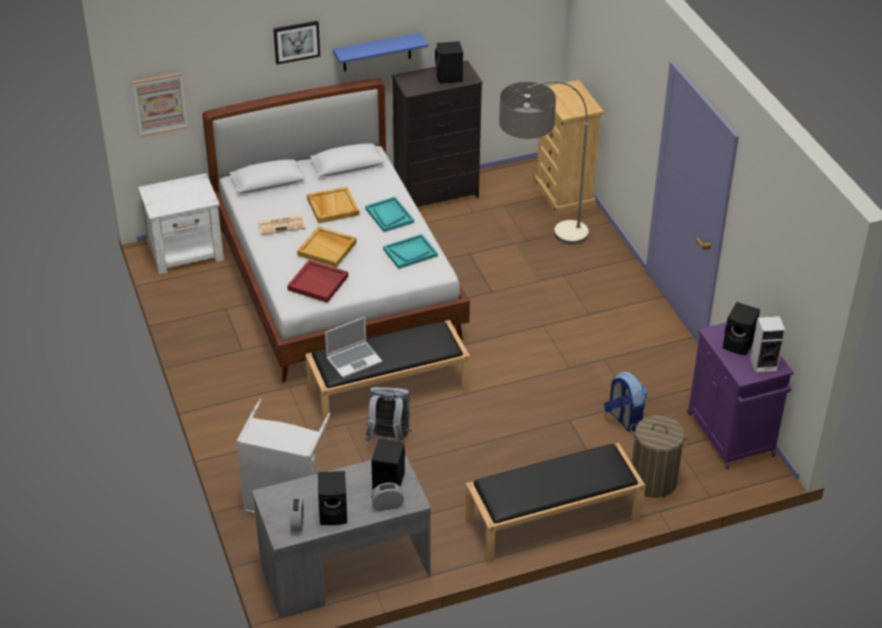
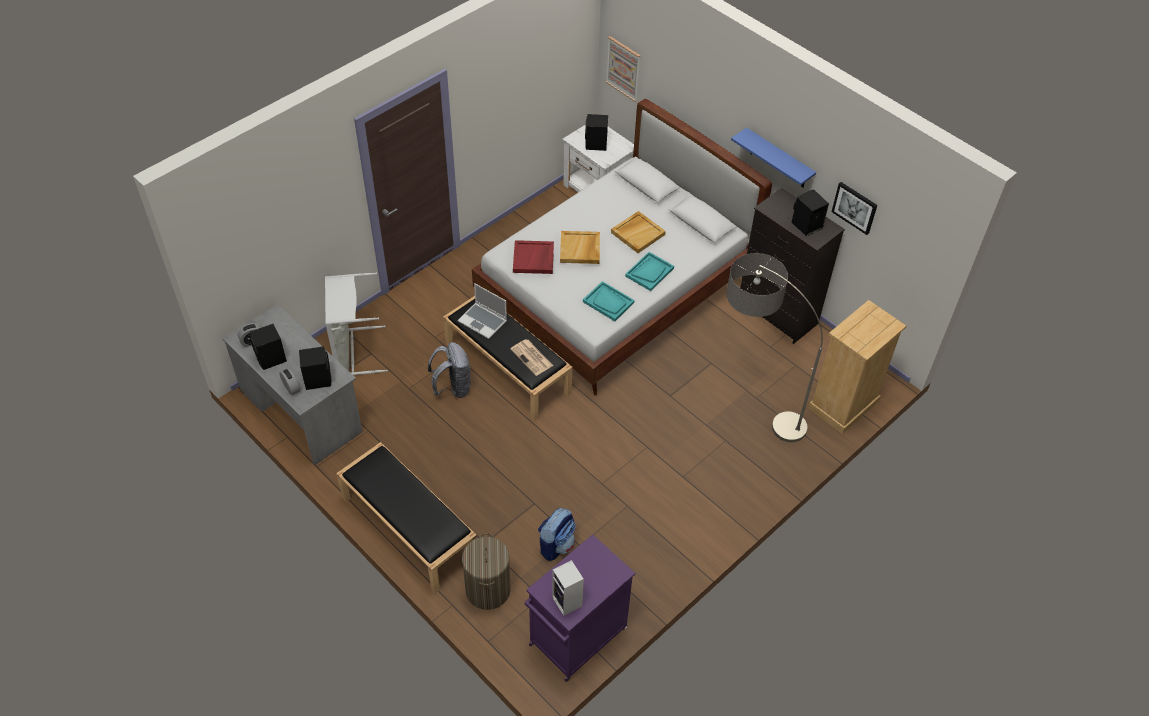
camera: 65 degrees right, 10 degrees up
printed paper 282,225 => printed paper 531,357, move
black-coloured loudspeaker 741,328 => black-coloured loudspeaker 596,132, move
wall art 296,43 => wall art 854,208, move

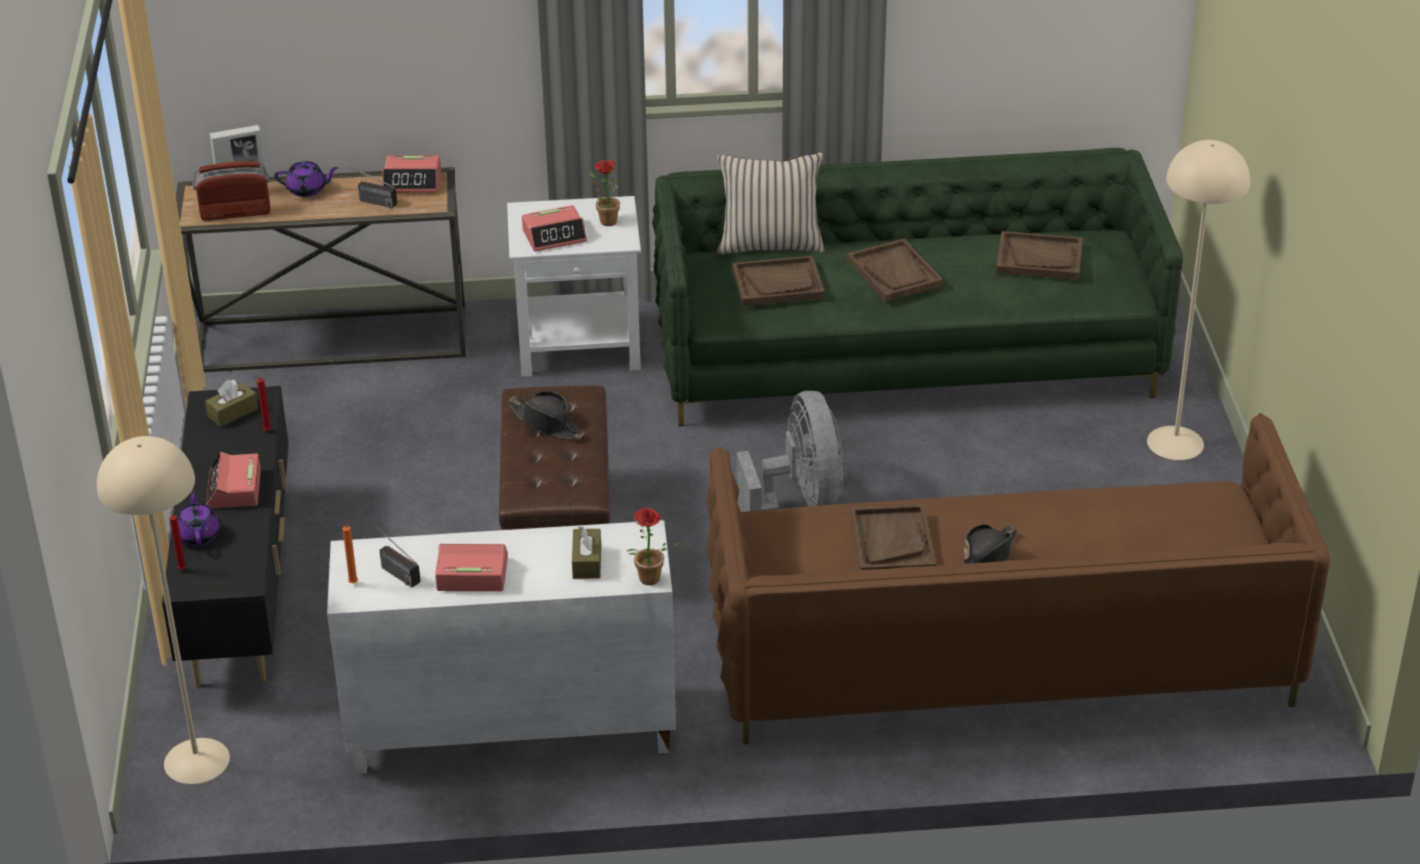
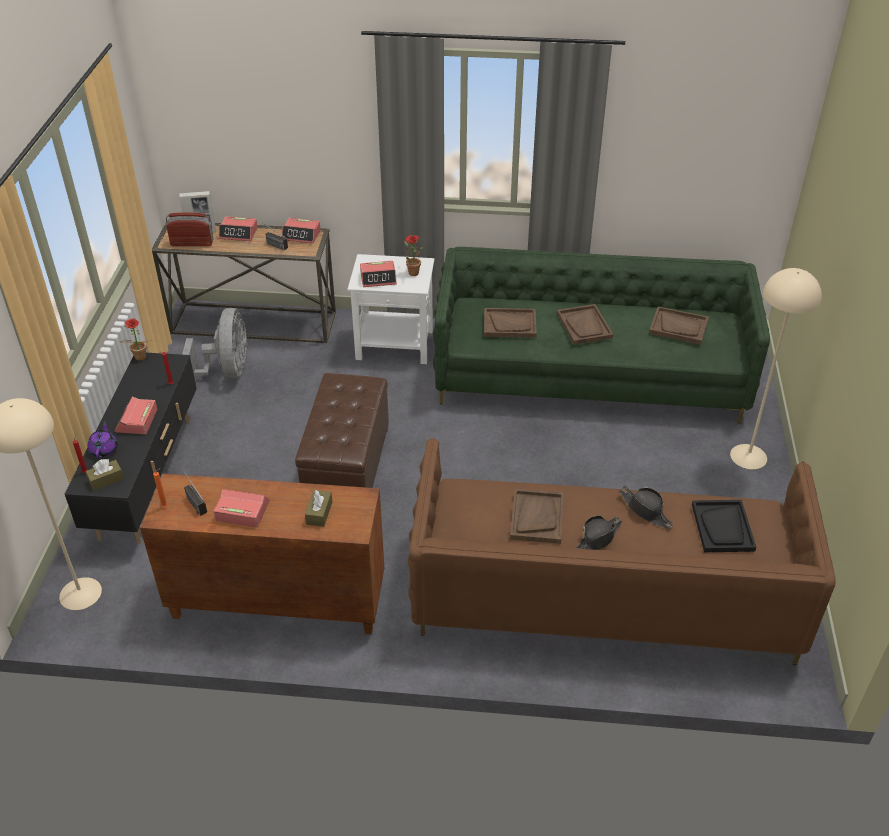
camera: 10 degrees right, 5 degrees up
brown-coloured tissue box 231,403 => brown-coloured tissue box 104,475, move
houseplant 653,546 => houseplant 136,340, move
whitish cabinet 501,647 => brown-coloured cabinet 262,553
greyish cooling fan 790,451 => greyish cooling fan 215,344, move
purplish tea pot 306,179 => alarm clock 238,228
black-coloured clothing hat 546,415 => black-coloured clothing hat 646,507, move
nothing => black-coloured tray 724,526
sand-coloured throw pillow 771,203 => nothing

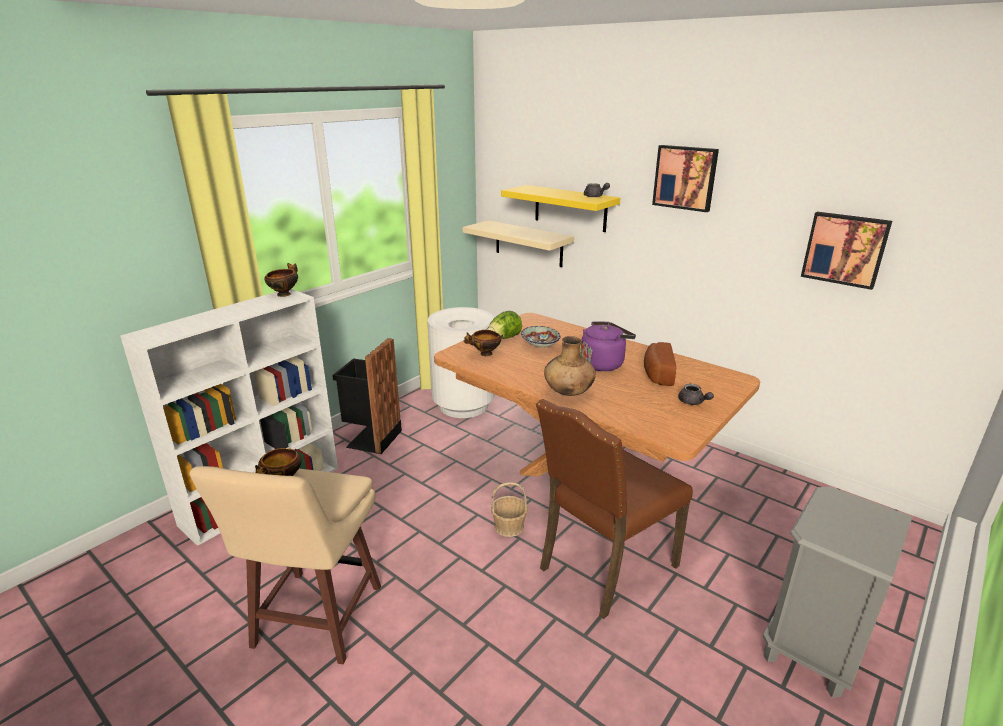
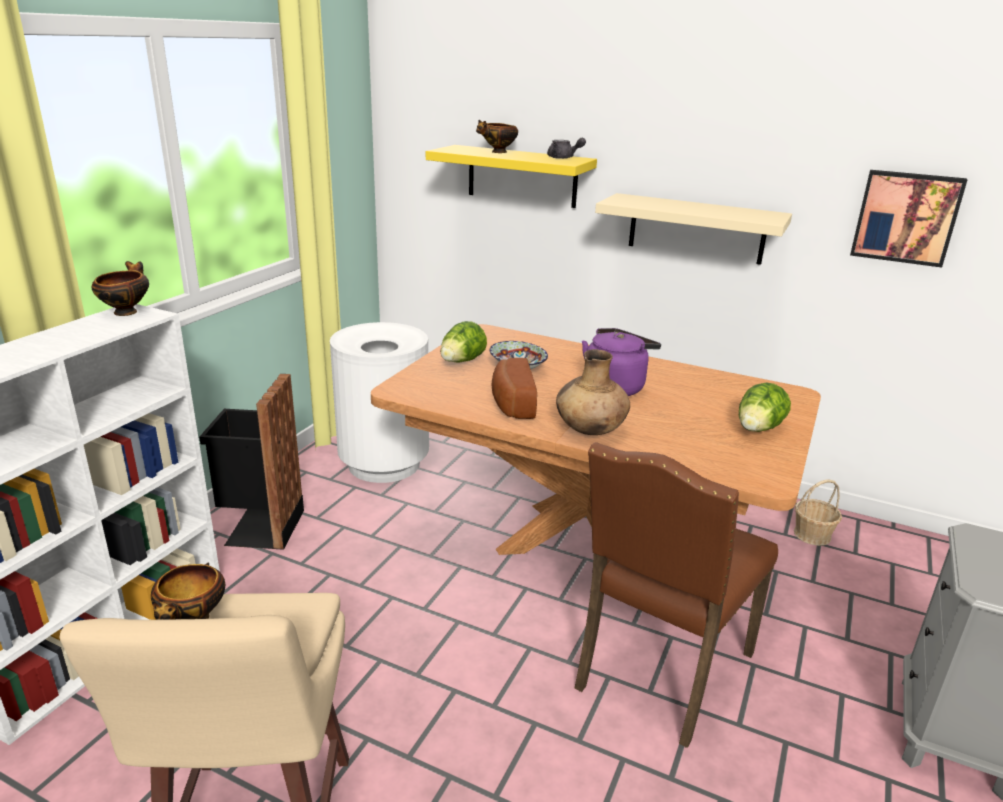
camera: 15 degrees left, 0 degrees up
deep dish 483,343 => deep dish 497,136, move
bread 660,364 => bread 514,388, move
sand-coloured bracket shelf 518,243 => sand-coloured bracket shelf 693,229, move
greyish tea pot 696,394 => lettuce head 765,407
household basket 509,509 => household basket 818,512, move
wall art 685,178 => nothing

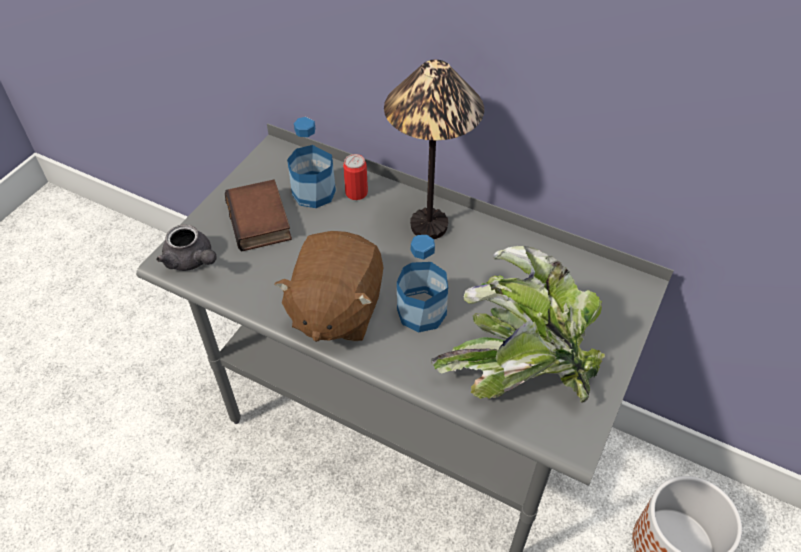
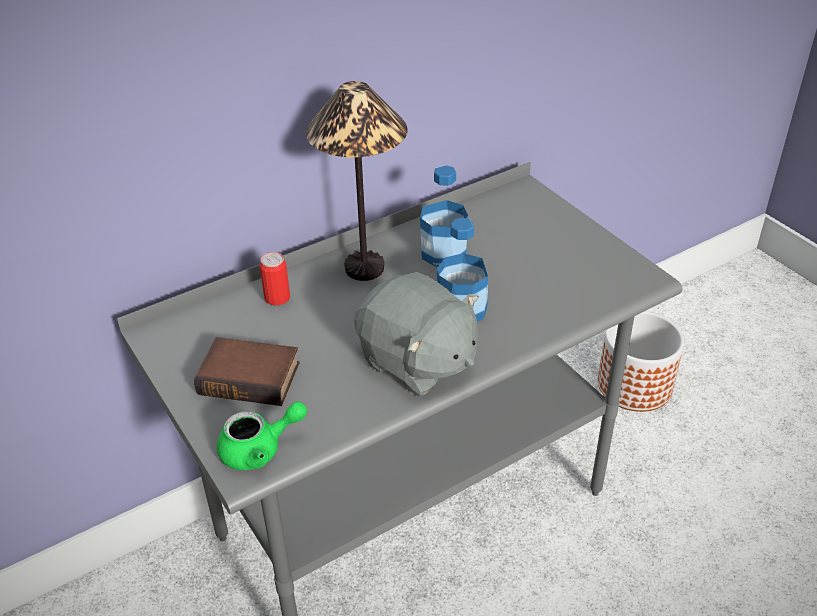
camera: 60 degrees left, 10 degrees down
greyish tea pot 186,247 => green-coloured tea pot 262,436
brown-coloured cuddly toy 328,286 => greyish cuddly toy 416,334
beverage bottle 311,162 => beverage bottle 444,216, move
houseplant 518,324 => nothing

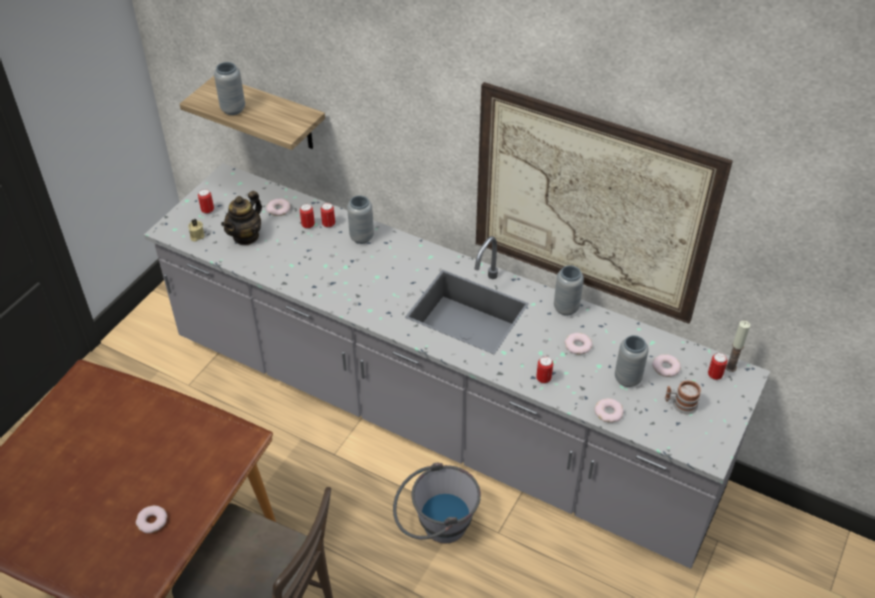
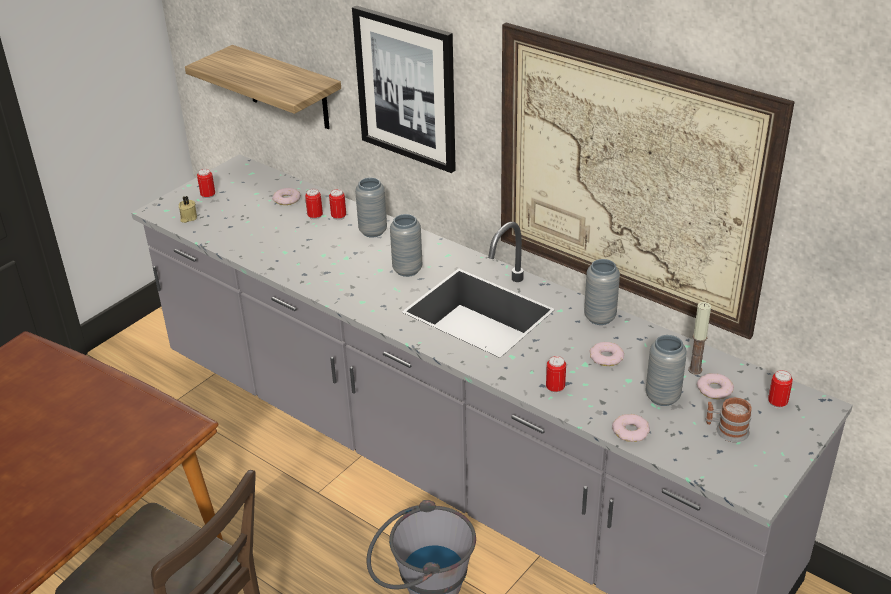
camera: 10 degrees right, 10 degrees down
nothing => wall art 404,89
greyish flower vase 229,88 => greyish flower vase 406,245, move
wax light 738,346 => wax light 699,338, move
doughnut 151,519 => nothing
tea pot 241,218 => nothing

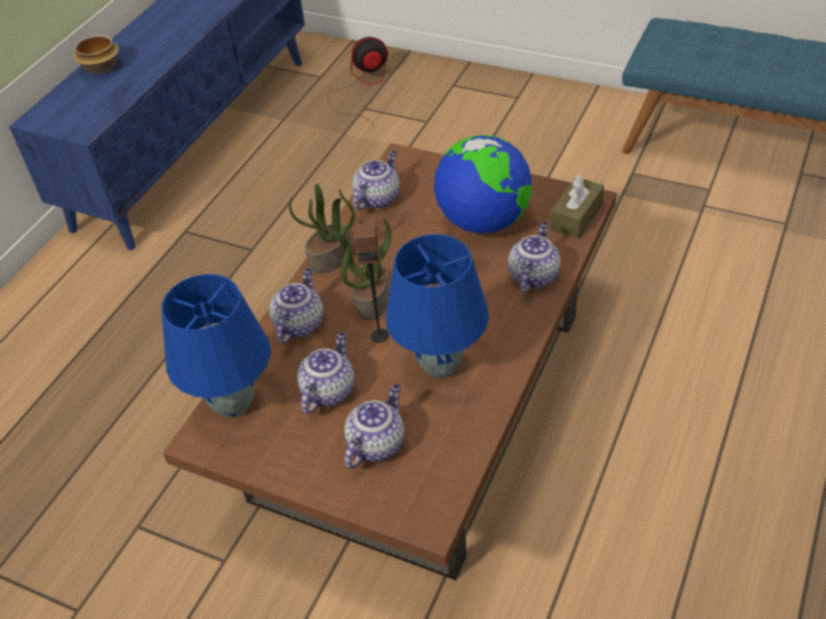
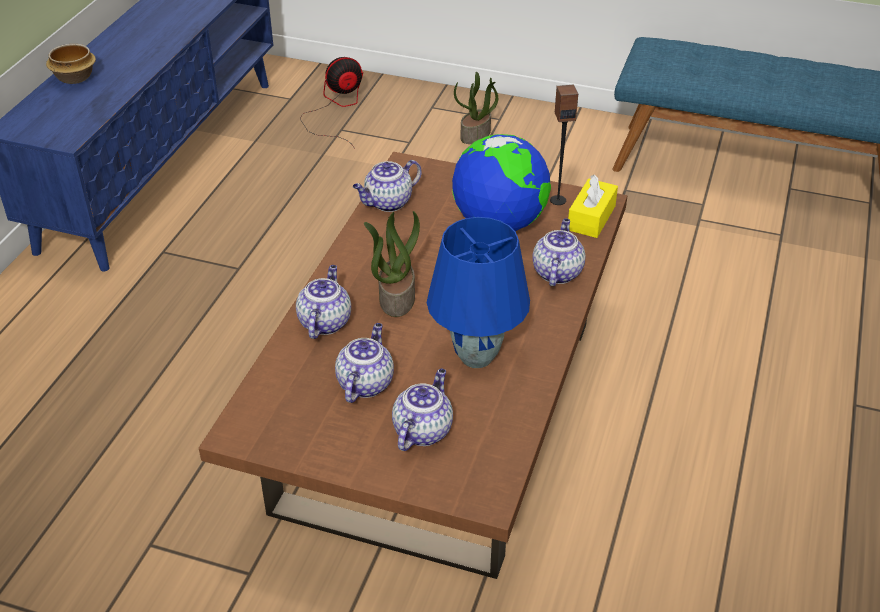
camera: 10 degrees left, 5 degrees down
tea pot 376,180 => tea pot 387,186, 150 degrees counterclockwise
houseplant 322,228 => houseplant 476,108, move
loudspeaker 372,282 => loudspeaker 564,145, move
brown-coloured tissue box 577,207 => yellow-coloured tissue box 593,206
blue table lamp 216,346 => nothing

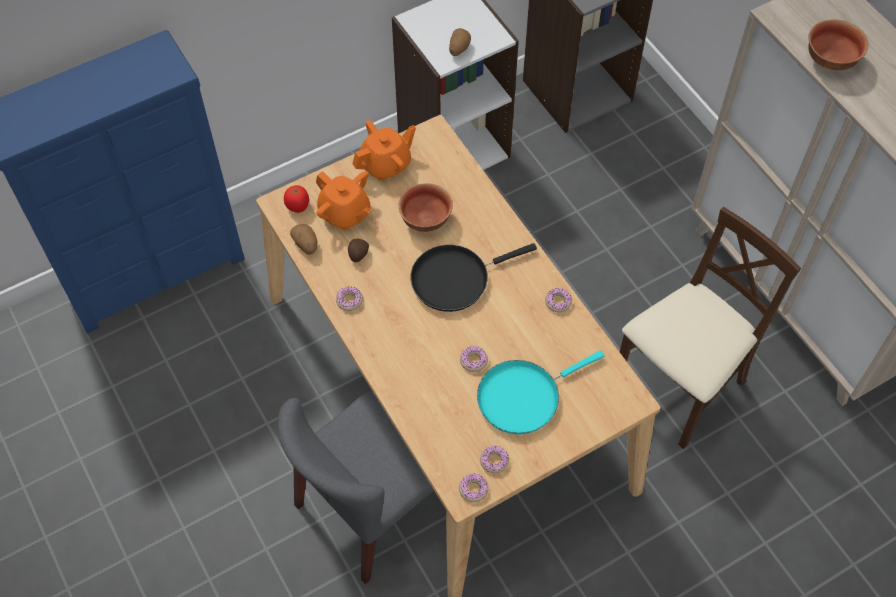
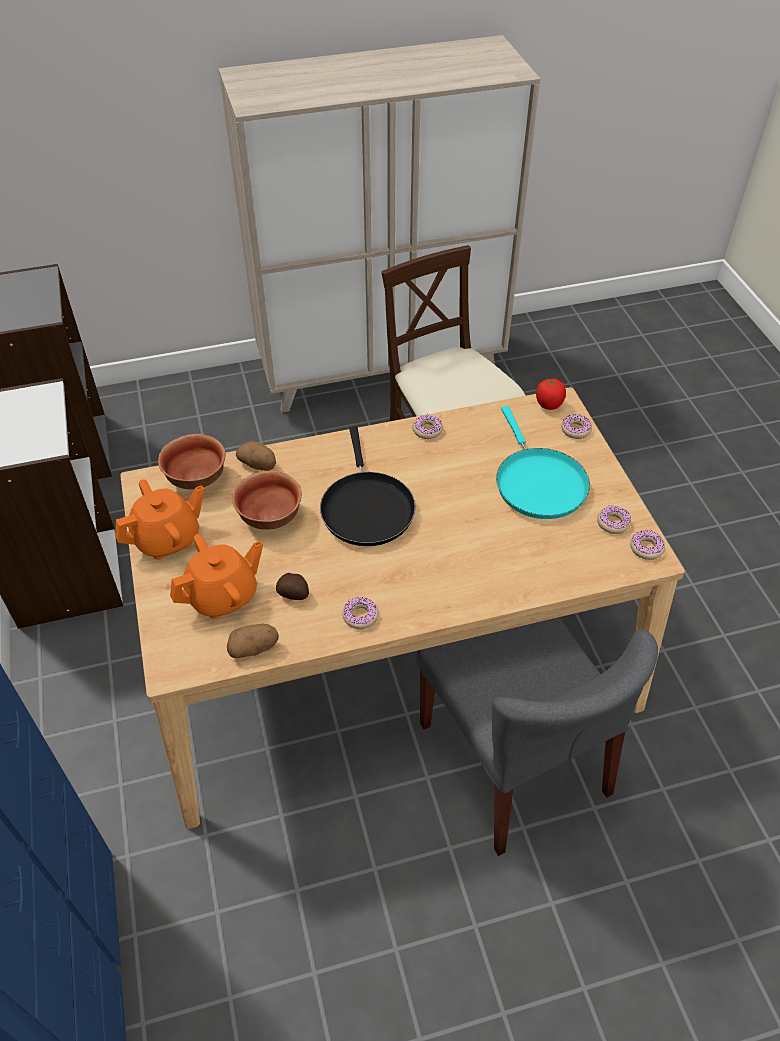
camera: 75 degrees left, 10 degrees down
orange-coloured tea pot 384,150 => orange-coloured tea pot 159,519, 75 degrees clockwise
deep dish 838,45 => deep dish 191,462, move
potato 460,42 => potato 256,456, move
tomato 296,199 => tomato 551,394, move
doughnut 474,359 => doughnut 576,426, move

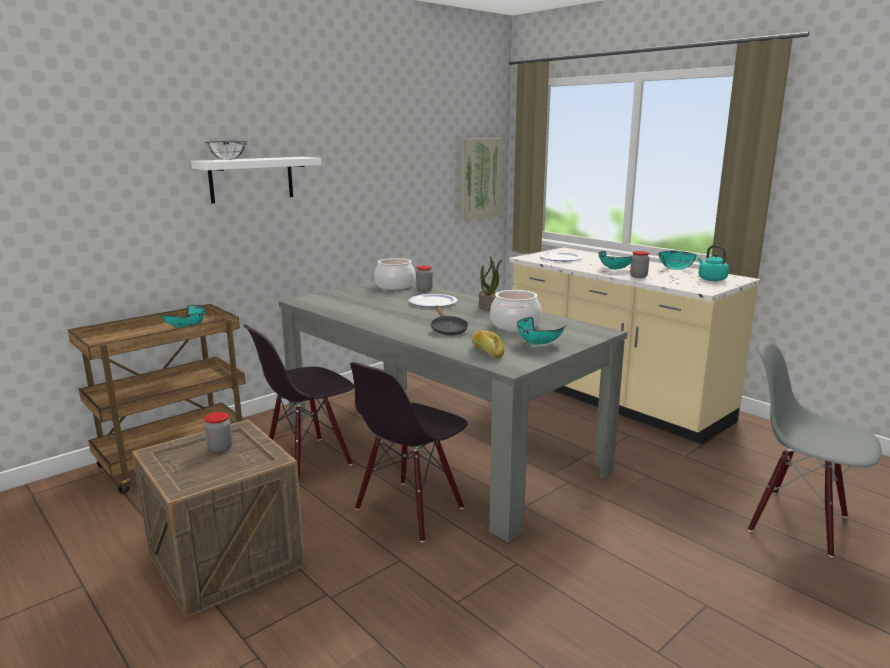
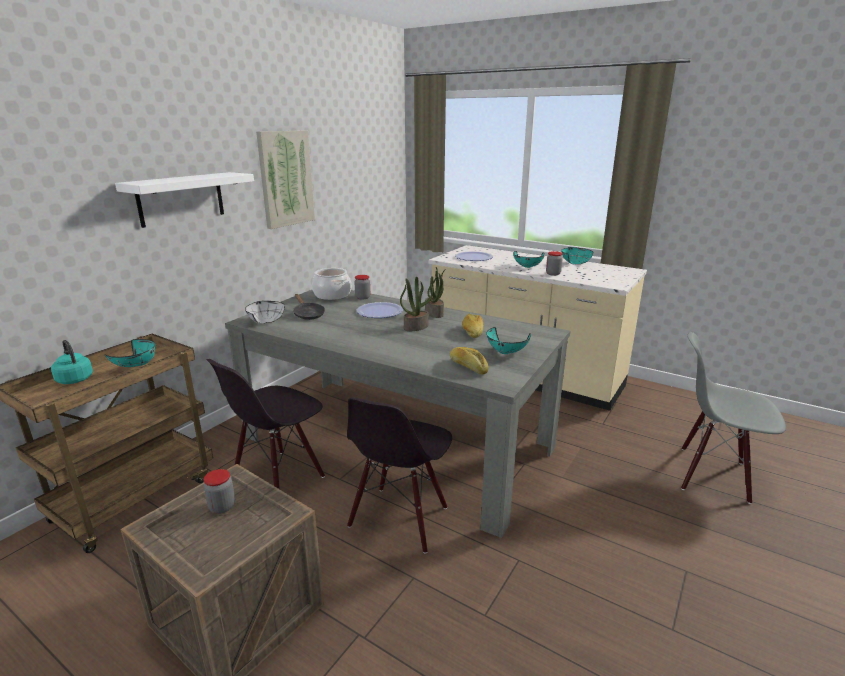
camera: 15 degrees left, 5 degrees up
turquoise-coloured tea kettle 713,263 => turquoise-coloured tea kettle 72,362, move
whitish deep dish 226,150 => whitish deep dish 265,312, move
wall art 481,179 => wall art 285,180, move
black-coloured frying pan 449,320 => black-coloured frying pan 309,307, move
nothing => houseplant 416,304
cooking pot 516,310 => bread 472,325

